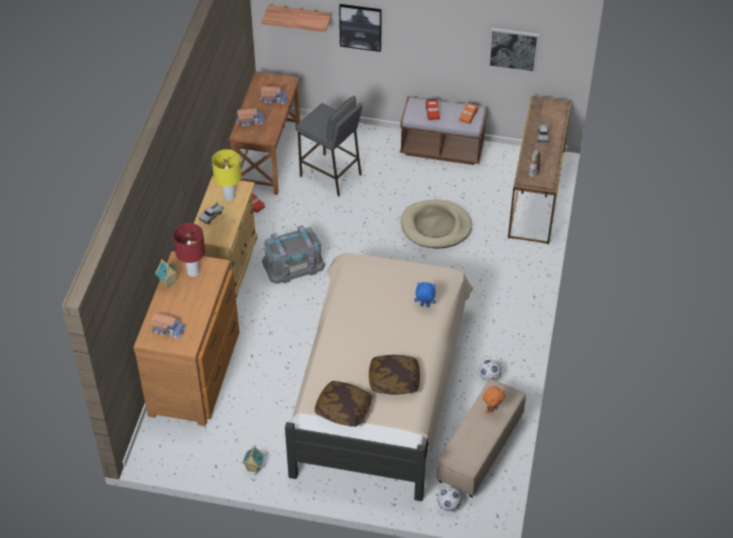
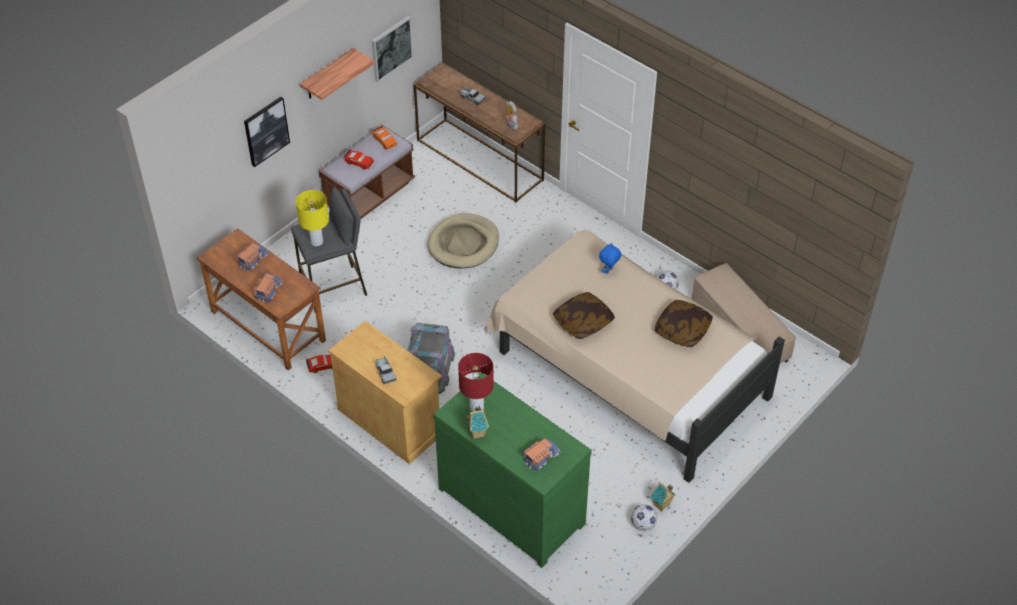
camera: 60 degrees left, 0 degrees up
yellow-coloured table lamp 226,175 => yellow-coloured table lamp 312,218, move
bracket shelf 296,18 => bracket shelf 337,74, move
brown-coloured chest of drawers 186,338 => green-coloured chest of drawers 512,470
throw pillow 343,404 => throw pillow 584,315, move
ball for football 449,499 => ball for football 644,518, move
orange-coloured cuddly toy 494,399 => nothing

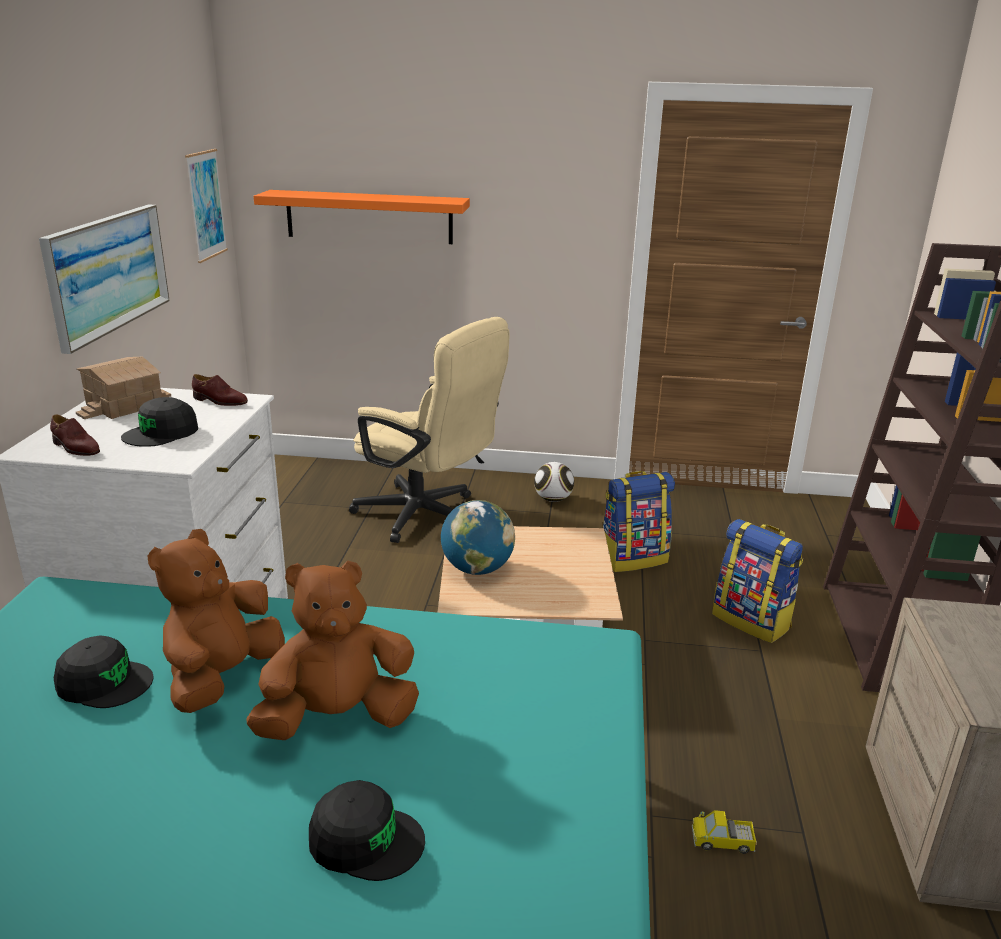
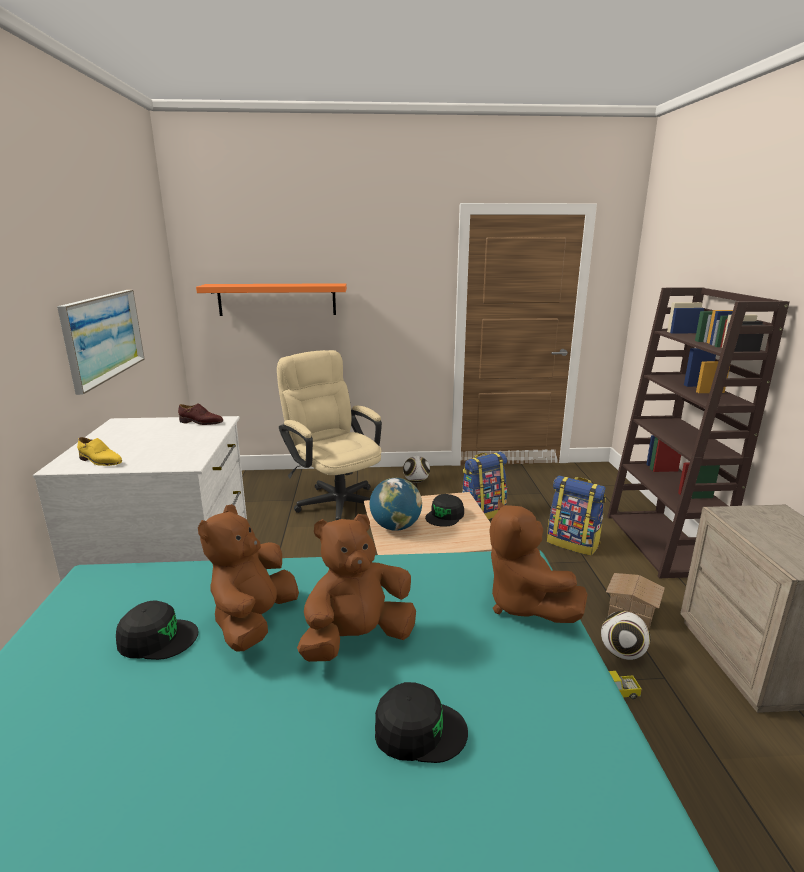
camera: 10 degrees left, 5 degrees down
brown-coloured shoe 75,435 => yellow-coloured shoe 99,451
sand-coloured office chair 429,430 => sand-coloured office chair 329,435, 150 degrees counterclockwise
black-coloured baseball cap 159,422 => black-coloured baseball cap 444,510, move
nothing => brown-coloured cuddly toy 538,561
nothing => ball for football 626,635
model house 123,388 => model house 635,601, move
wall art 206,206 => nothing

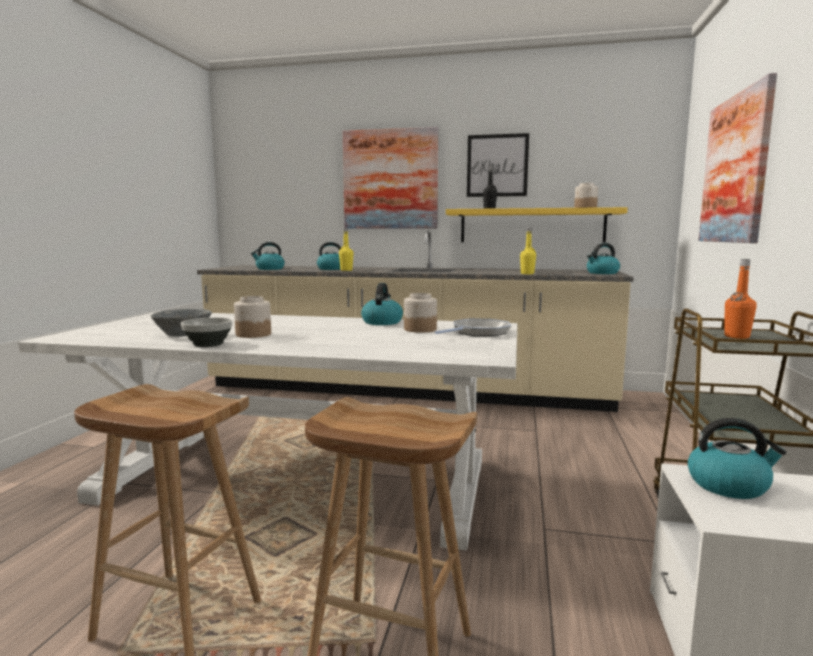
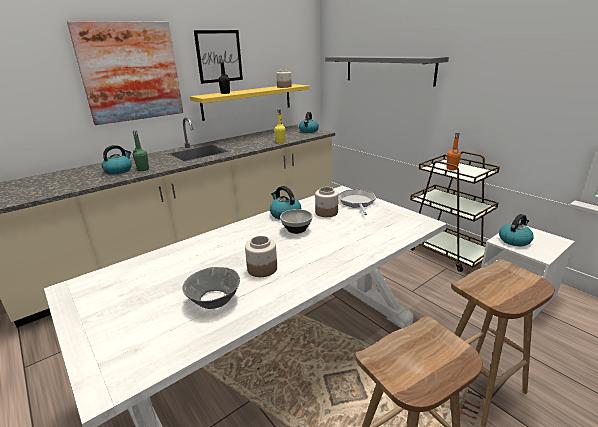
camera: 50 degrees left, 15 degrees up
yellow-coloured beverage bottle 346,249 => green-coloured beverage bottle 141,151
deep dish 207,332 => deep dish 296,221, move
wall art 737,158 => greyish bracket shelf 387,71
tea kettle 268,256 => nothing

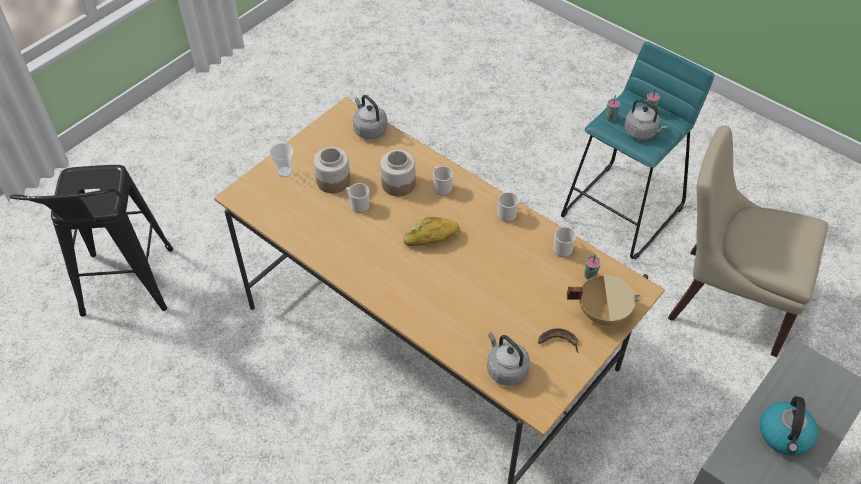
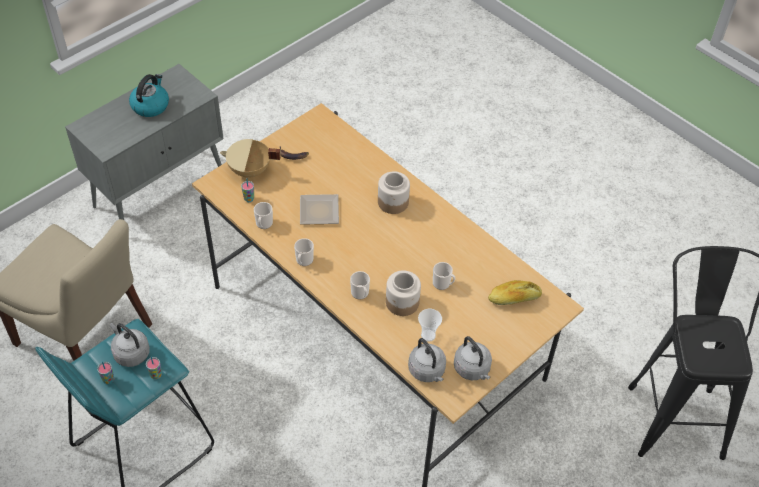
camera: 175 degrees left, 0 degrees up
nothing => dinner plate 319,209
preserve jar 332,170 => preserve jar 394,192, move
drinking cup 281,160 => drinking cup 430,325, move
greyish tea kettle 508,359 => greyish tea kettle 473,358, move
bread 432,231 => bread 515,292, move

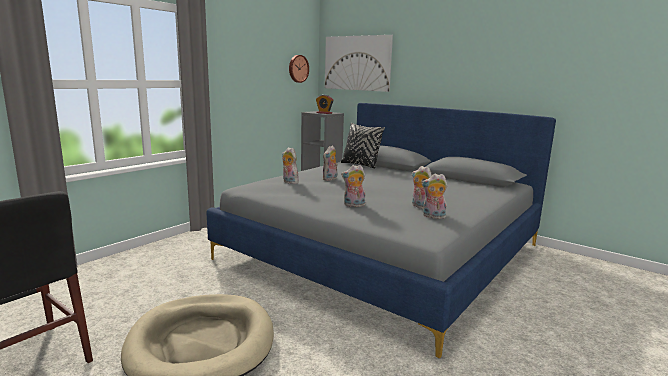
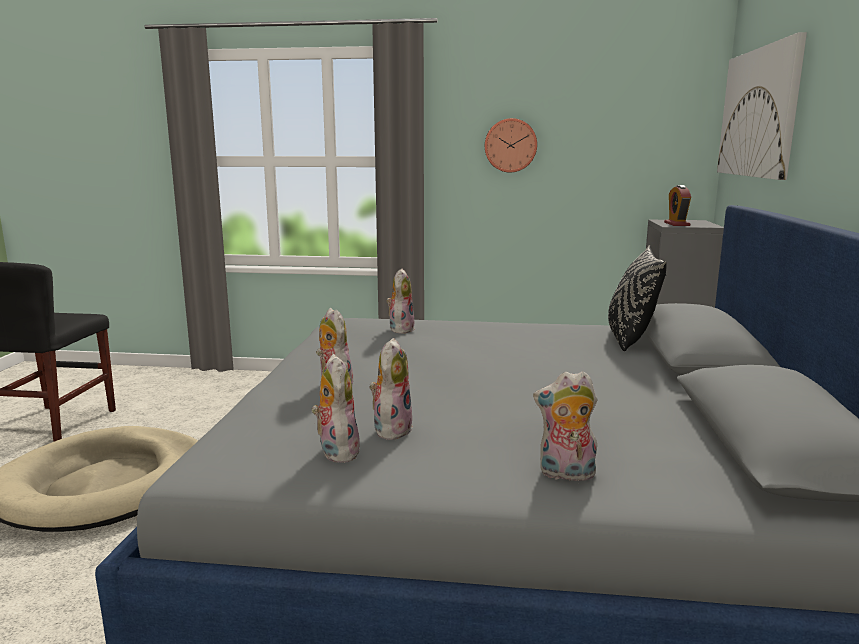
camera: 60 degrees right, 0 degrees up
wall clock 299,69 => wall clock 511,145, move
cuddly toy 330,163 => cuddly toy 565,426, move

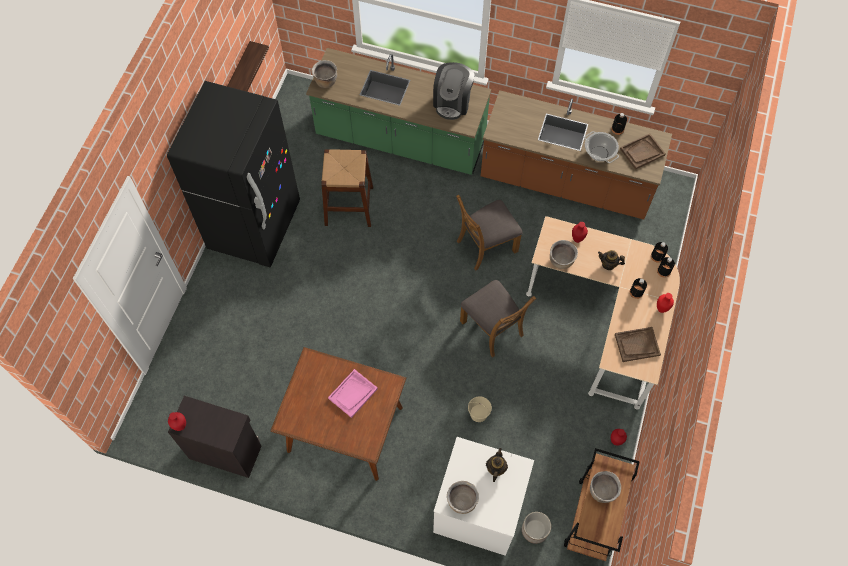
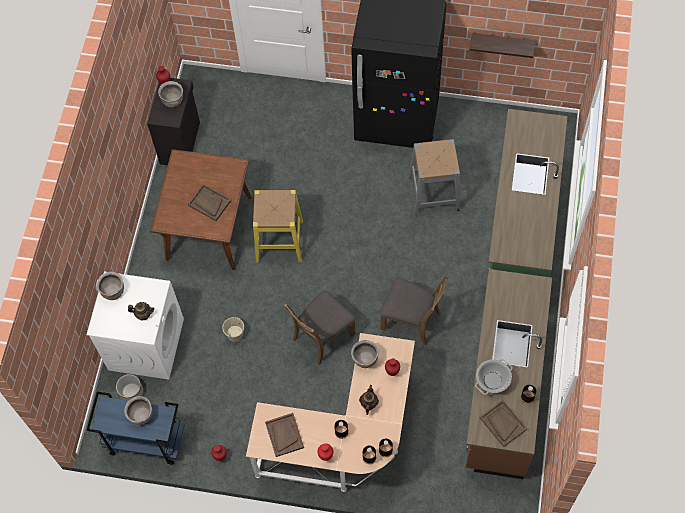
camera: 85 degrees right, 0 degrees up
brown-coloured trolley 602,504 => blue trolley 135,428
brown-coloured cooking pot 324,74 => brown-coloured cooking pot 170,94, move
pinkish tray 353,393 => brown-coloured tray 209,202
nothing => yellow-coloured sitting stool 278,226
brown-coloured plain chair 489,232 => brown-coloured plain chair 414,310, 150 degrees clockwise
brown-coloured sitting stool 347,188 => greyish sitting stool 434,177
coffee brewer 453,91 => nothing

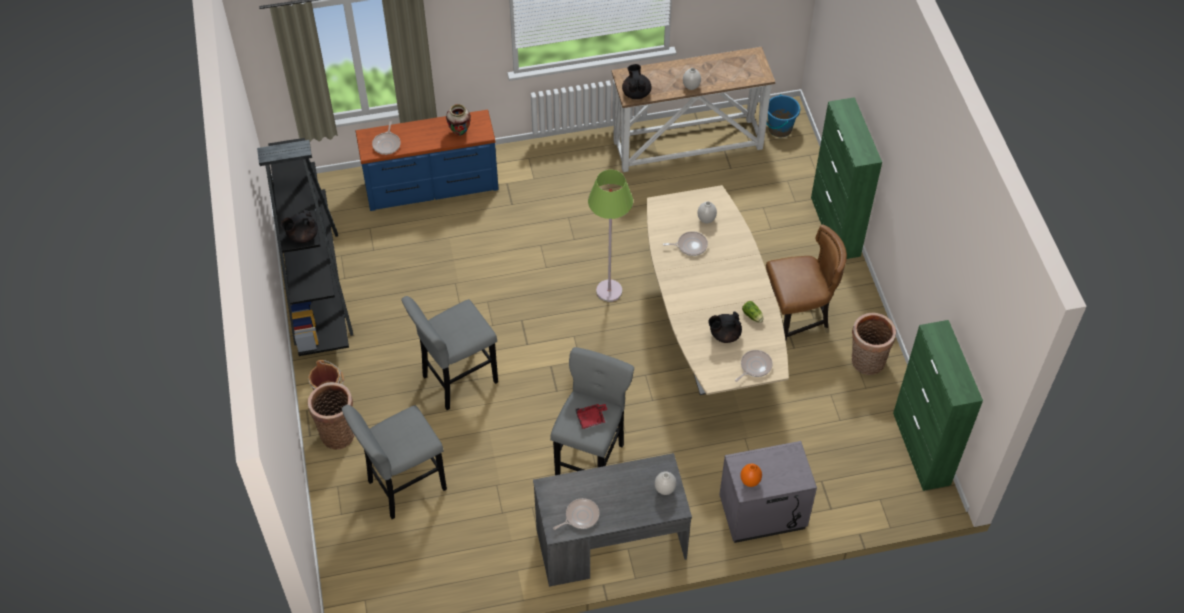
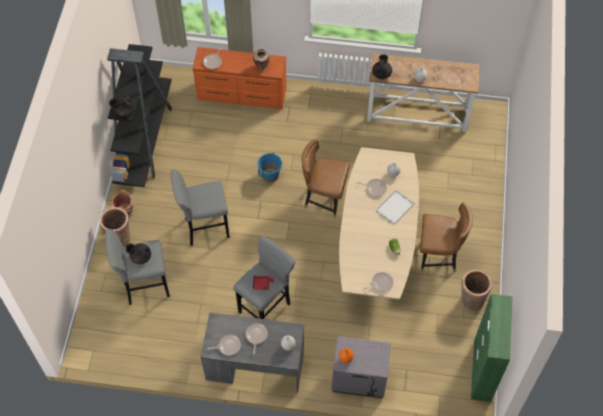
camera: 20 degrees right, 5 degrees up
black-coloured tea pot 725,327 => black-coloured tea pot 138,253, move
blue chest of drawers 427,160 => orange-coloured chest of drawers 239,78
nothing => frying pan 257,338
blue pail 783,115 => blue pail 269,168, move
green-coloured standard lamp 610,236 => brown-coloured plain chair 325,178
nothing => whitish tray 395,207
green-coloured cabinet 846,178 => nothing

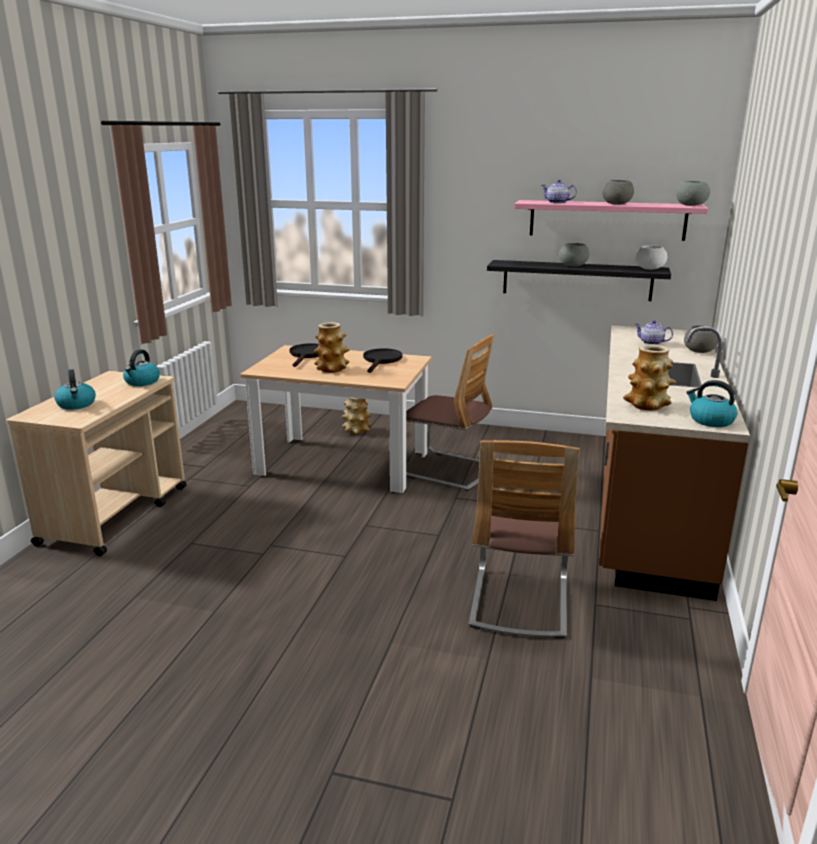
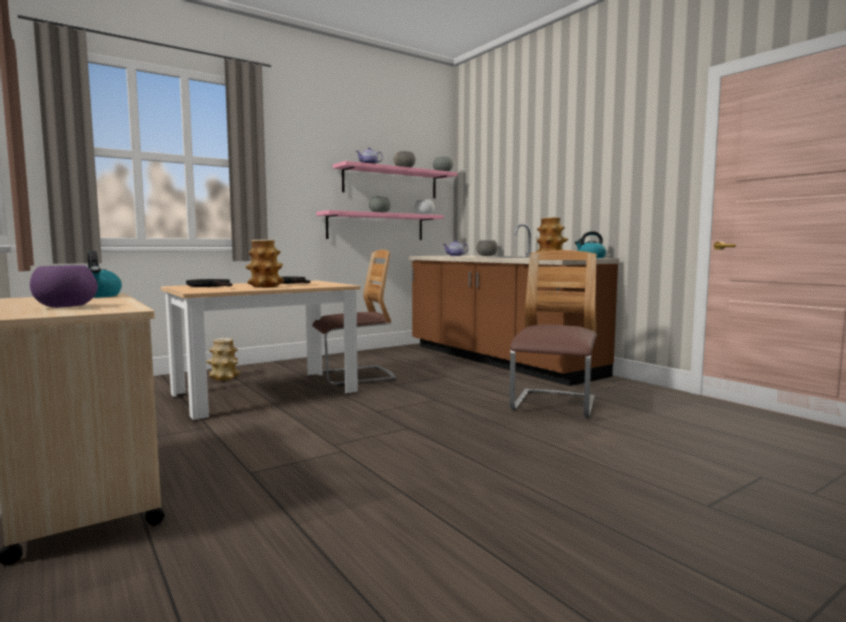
camera: 50 degrees left, 15 degrees down
tea kettle 75,389 => purplish deep dish 64,286
black-coloured bracket shelf 579,280 => pinkish bracket shelf 380,225
plain chair 524,539 => plain chair 553,334, 120 degrees counterclockwise

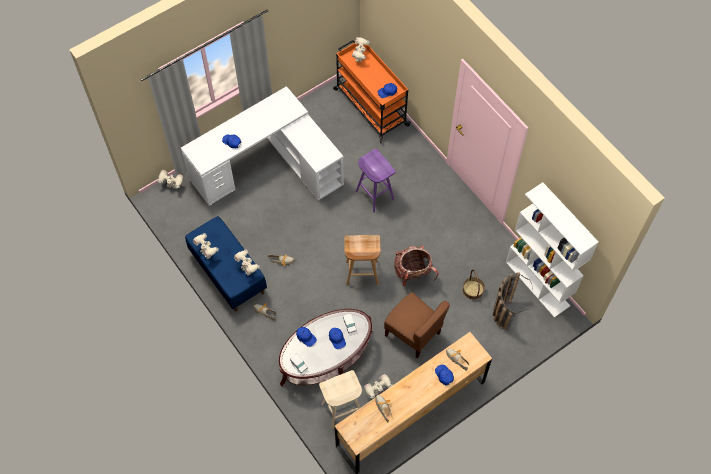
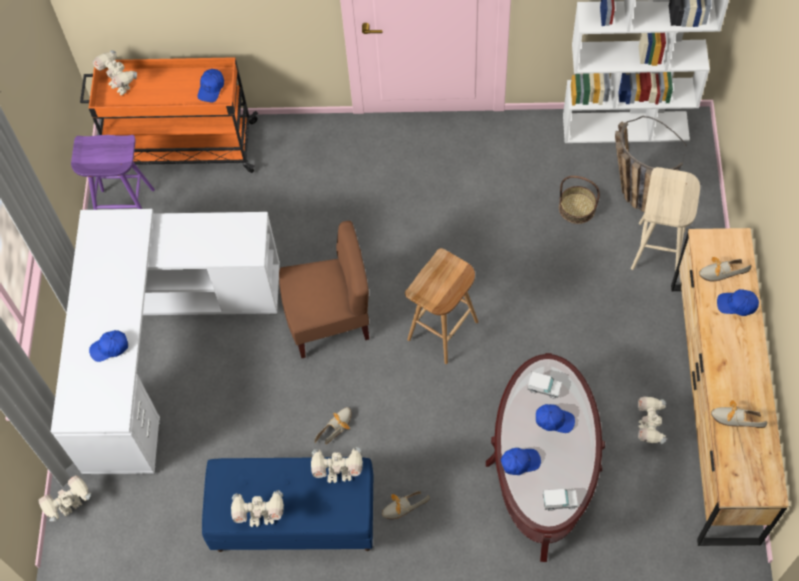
camera: 50 degrees left, 0 degrees up
purplish sitting stool 376,181 => purplish sitting stool 113,172, move
brown-coloured plain chair 417,325 => brown-coloured plain chair 324,289, move
sand-coloured sitting stool 340,399 => sand-coloured sitting stool 665,219, move
backpack 416,265 => nothing

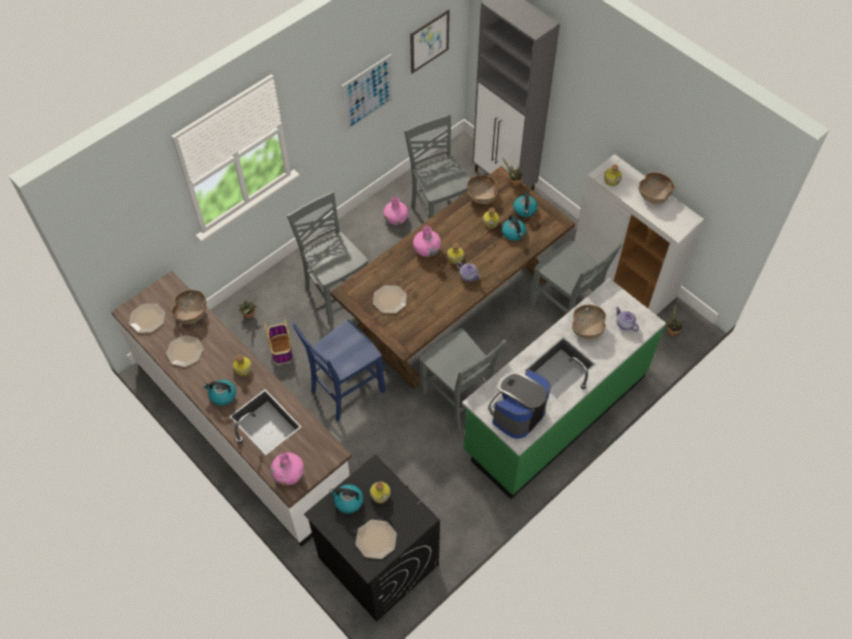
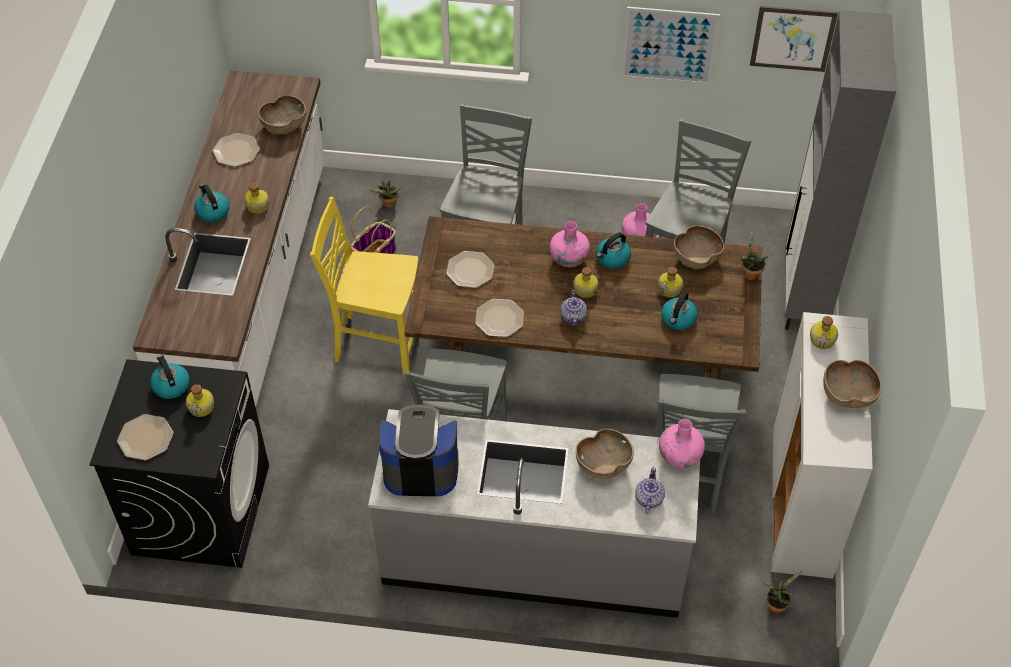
camera: 50 degrees right, 5 degrees down
blue plain chair 338,370 => yellow-coloured plain chair 364,287
green-coloured counter 564,388 => greyish counter 534,513
dinner plate 147,318 => dinner plate 499,318, move
tea kettle 525,204 => tea kettle 613,251, move
pinkish flower vase 287,469 => pinkish flower vase 682,443, move

